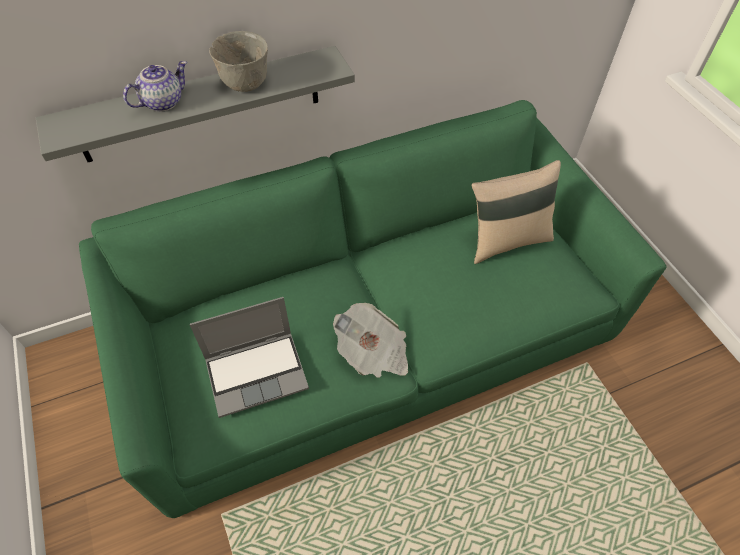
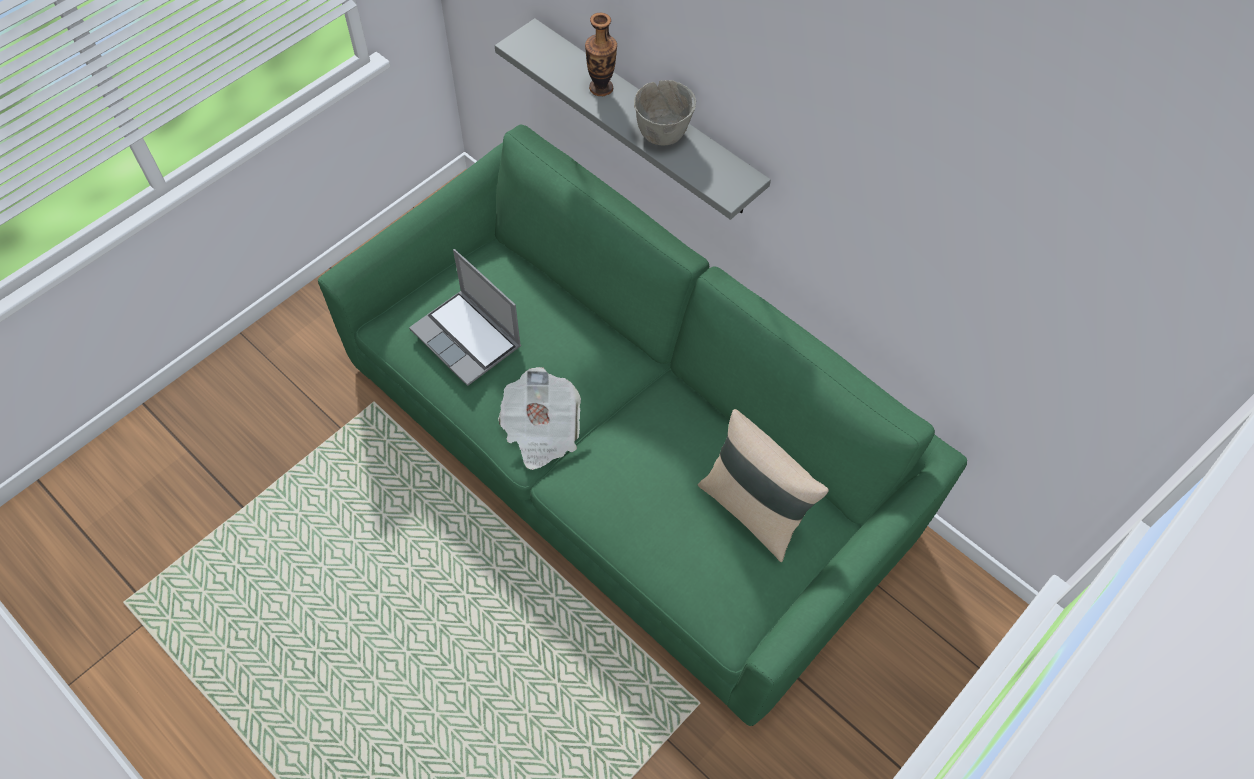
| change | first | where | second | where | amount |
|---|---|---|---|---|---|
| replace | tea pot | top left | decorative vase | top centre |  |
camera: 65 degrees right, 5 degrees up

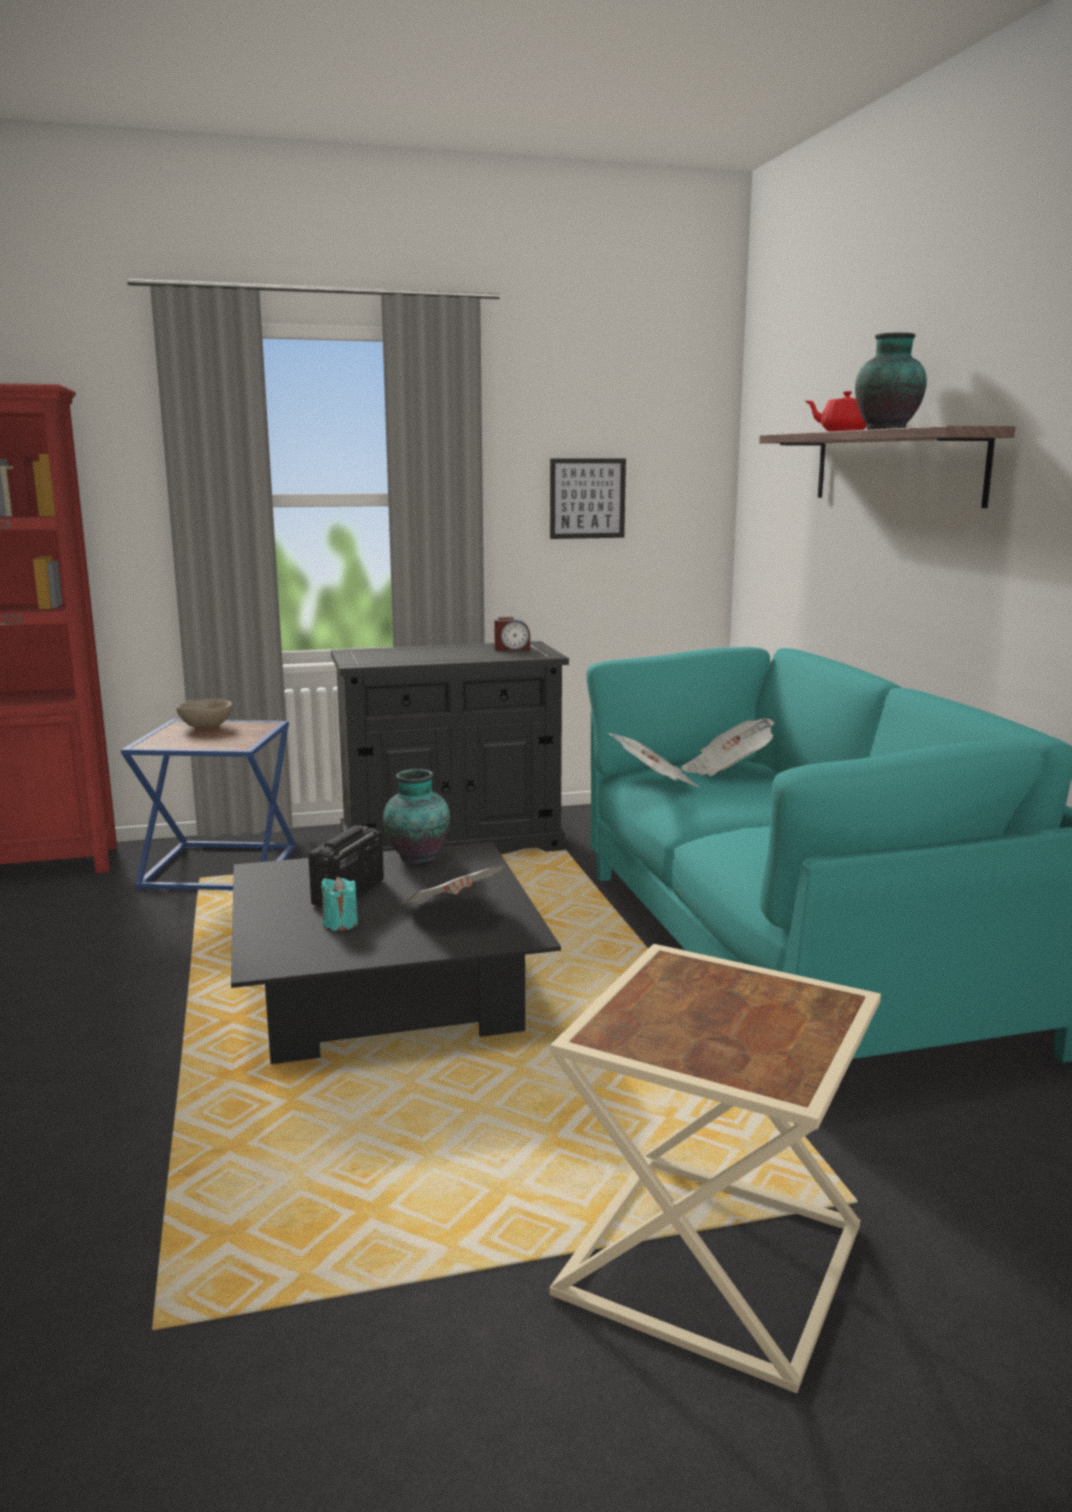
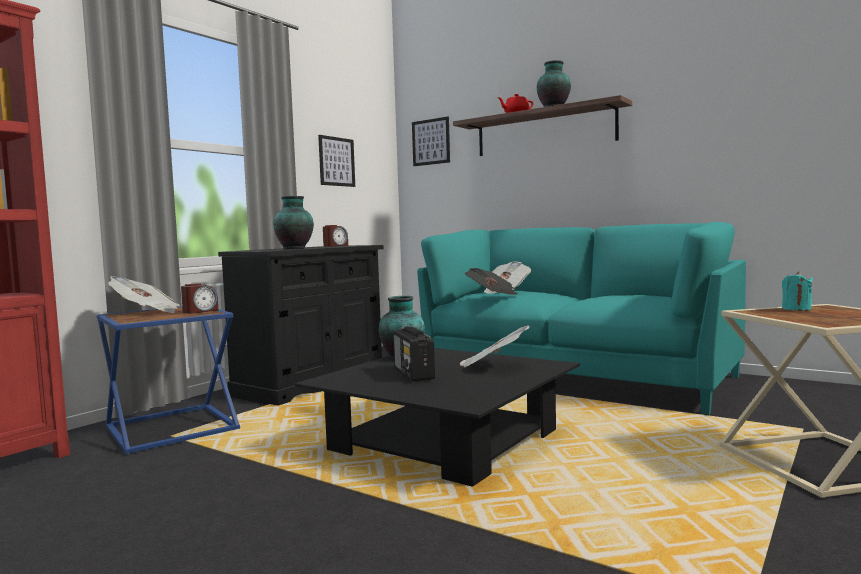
| change | first | where | second | where | amount |
|---|---|---|---|---|---|
| insert |  |  | bedside clock (1st from left) | middle left |  |
| insert |  |  | decorative vase (1st from left) | centre |  |
| insert |  |  | wall art (2nd from left) | top centre |  |
| move | turquoise-coloured wax candle | middle left |  | middle right |  |
| replace | sand-coloured bowl | middle left | newspaper (1st from left) | middle left |  |
camera: 40 degrees left, 10 degrees down

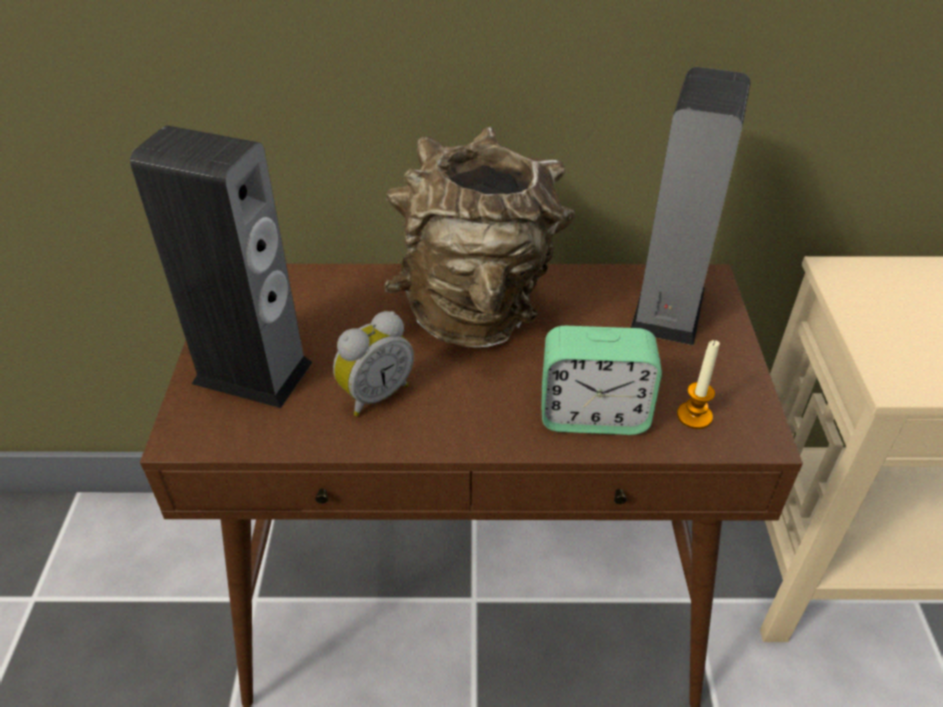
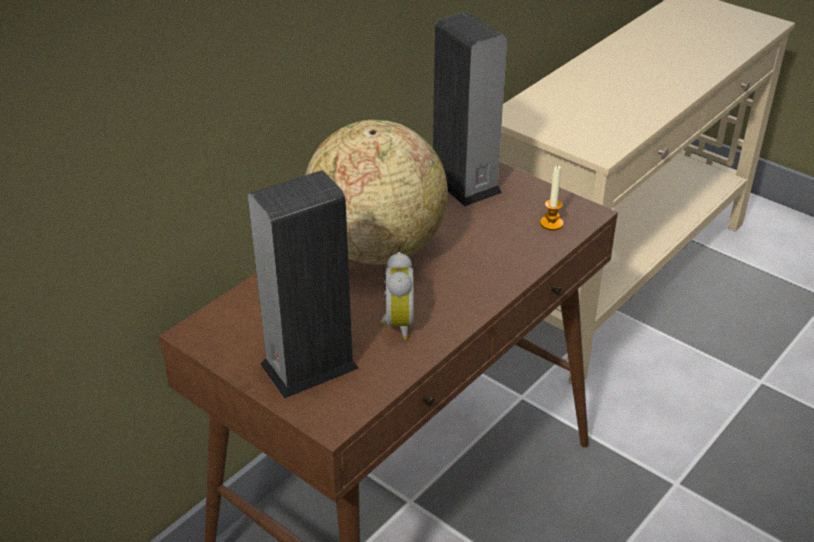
| change | first | where | second | where | amount |
|---|---|---|---|---|---|
| delete | bedside clock (2nd from left) | centre |  |  |  |
| replace | brown-coloured decorative vase | centre | desk globe | centre |  |
camera: 50 degrees left, 5 degrees down

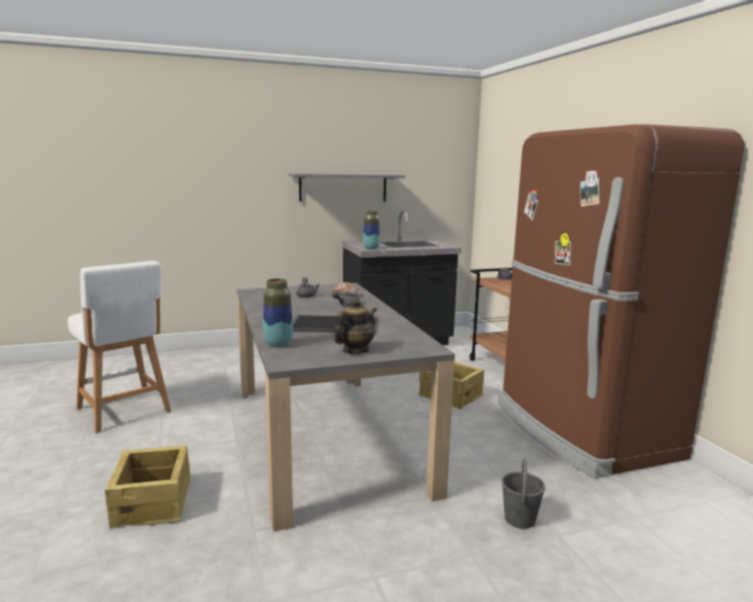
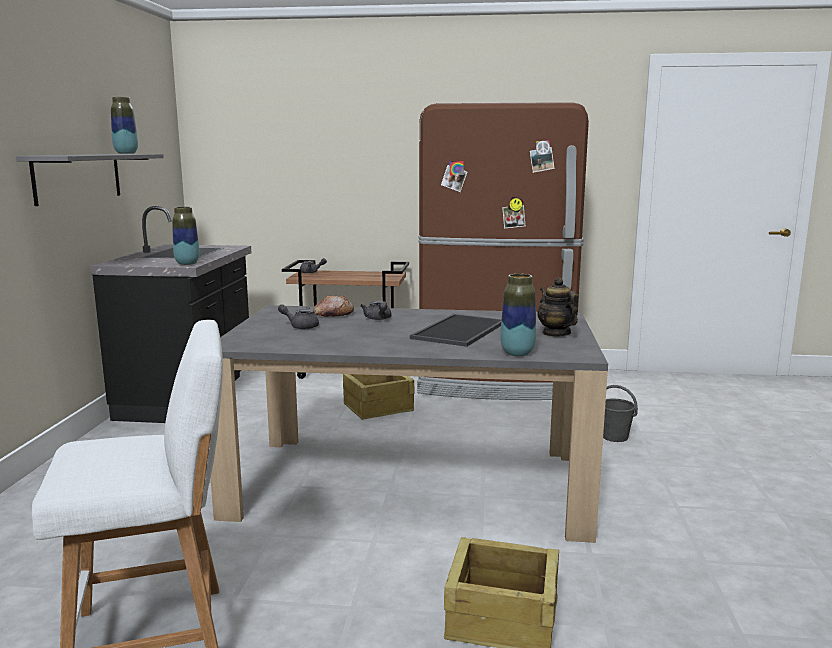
| change | first | where | second | where | amount |
|---|---|---|---|---|---|
| insert |  |  | decorative vase (1st from left) | top left |  |
camera: 65 degrees left, 0 degrees up

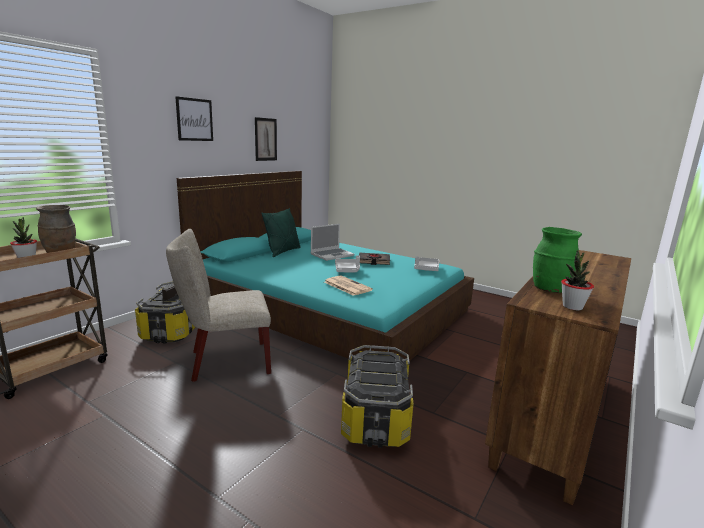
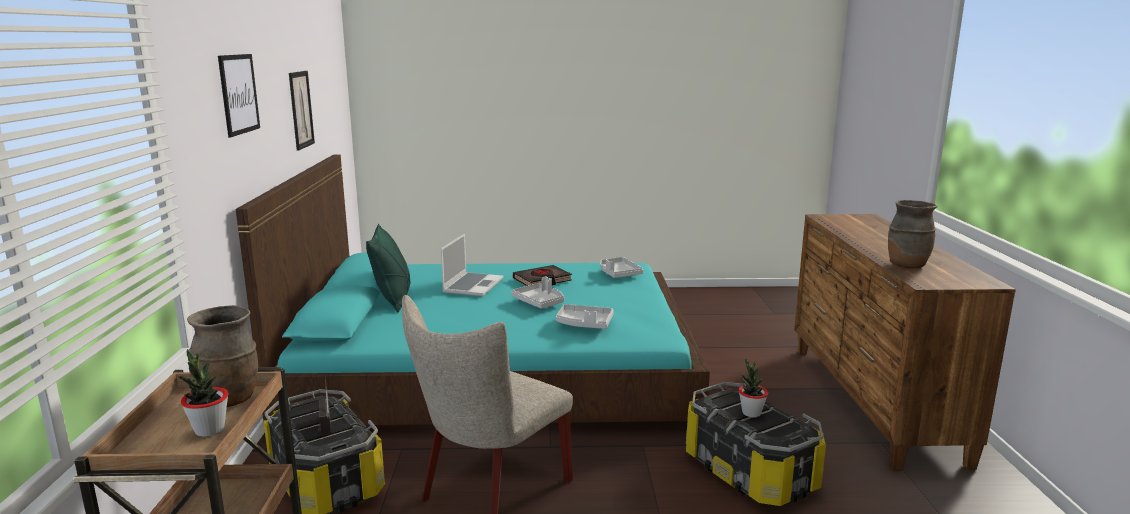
| change | first | where | second | where | amount |
|---|---|---|---|---|---|
| move | houseplant (2nd from left) | middle right |  | bottom centre |  |
| replace | newspaper | centre | greyish serving tray (2nd from left) | centre |  |
| recolor | green-coloured decorative vase | middle right | brown-coloured decorative vase (2nd from left) | middle right |  |
camera: 35 degrees left, 0 degrees up

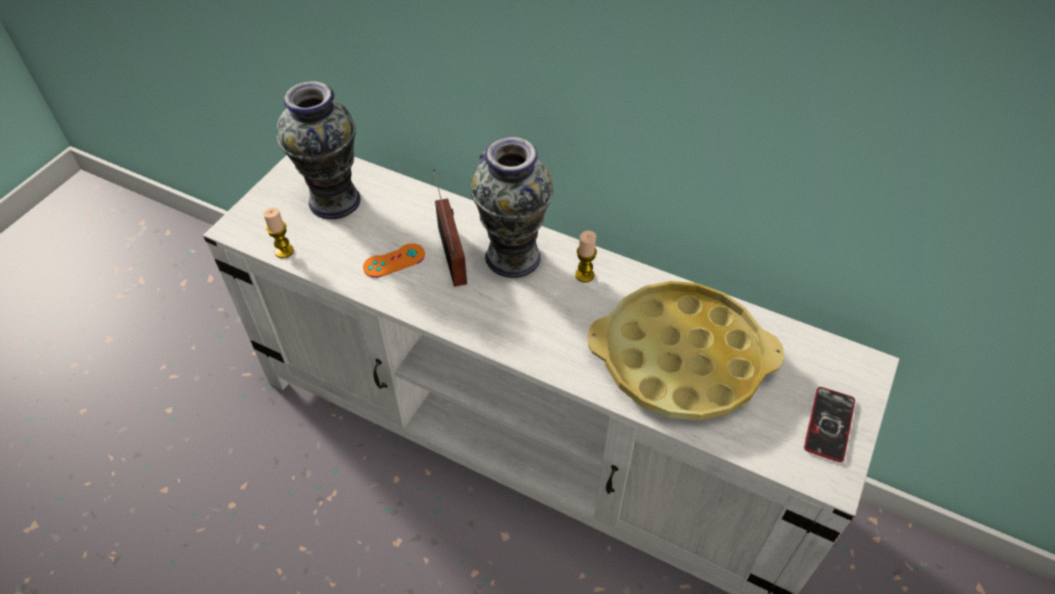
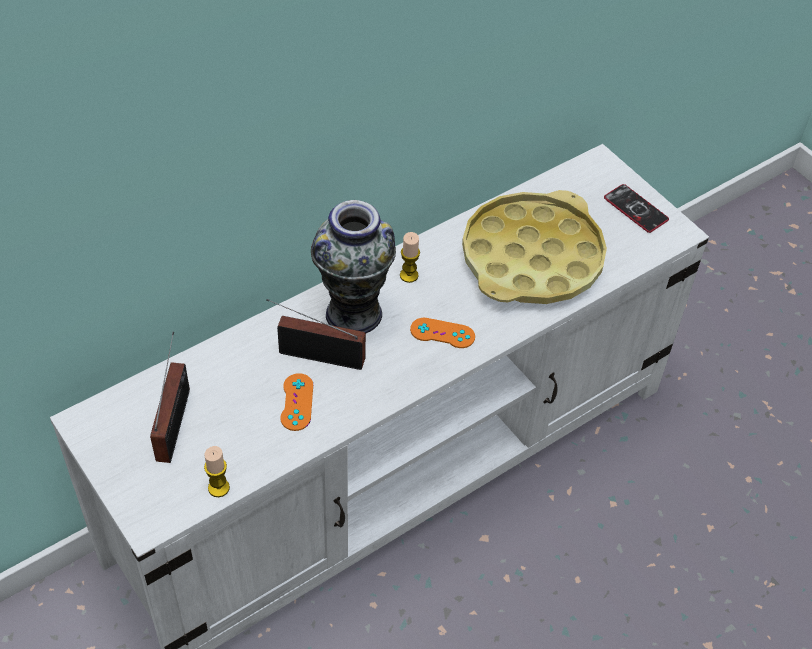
| change | first | where | second | where | amount |
|---|---|---|---|---|---|
| insert |  |  | orange-coloured game controller (2nd from left) | centre |  |
| replace | decorative vase (1st from left) | top left | radio (1st from left) | middle left |  |
camera: 65 degrees left, 0 degrees up

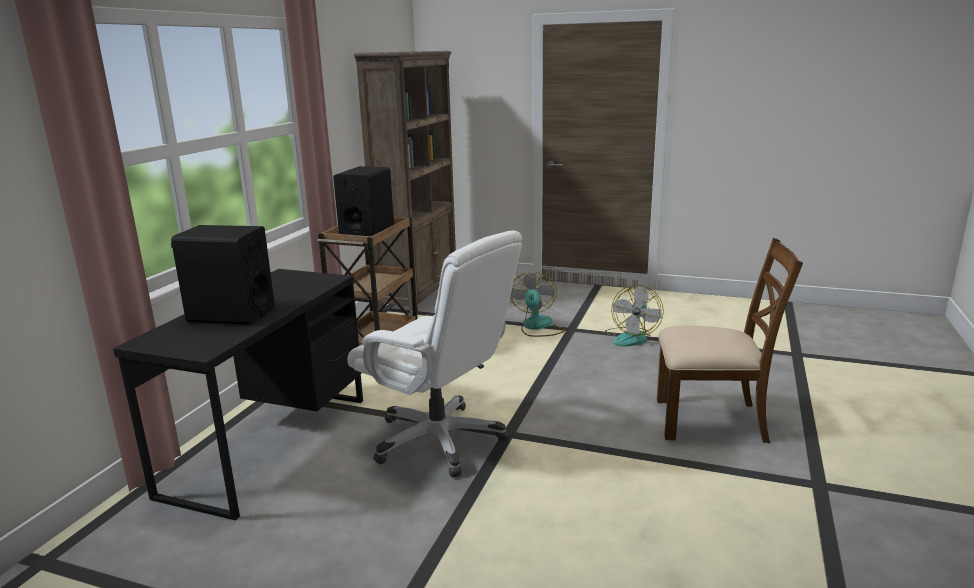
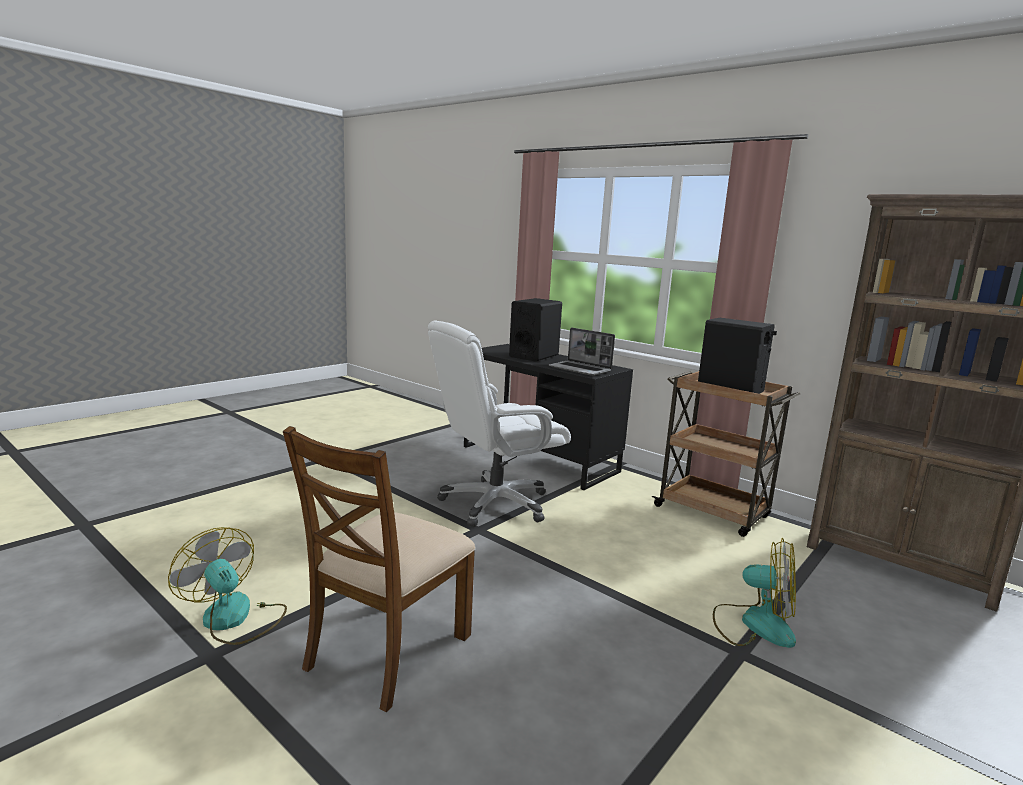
| change | first | where | second | where | amount |
|---|---|---|---|---|---|
| insert |  |  | notebook computer | centre |  |
| move | electric fan (2nd from left in the first image) | centre | electric fan (1st from left) | bottom left |  |
camera: 110 degrees right, 5 degrees down

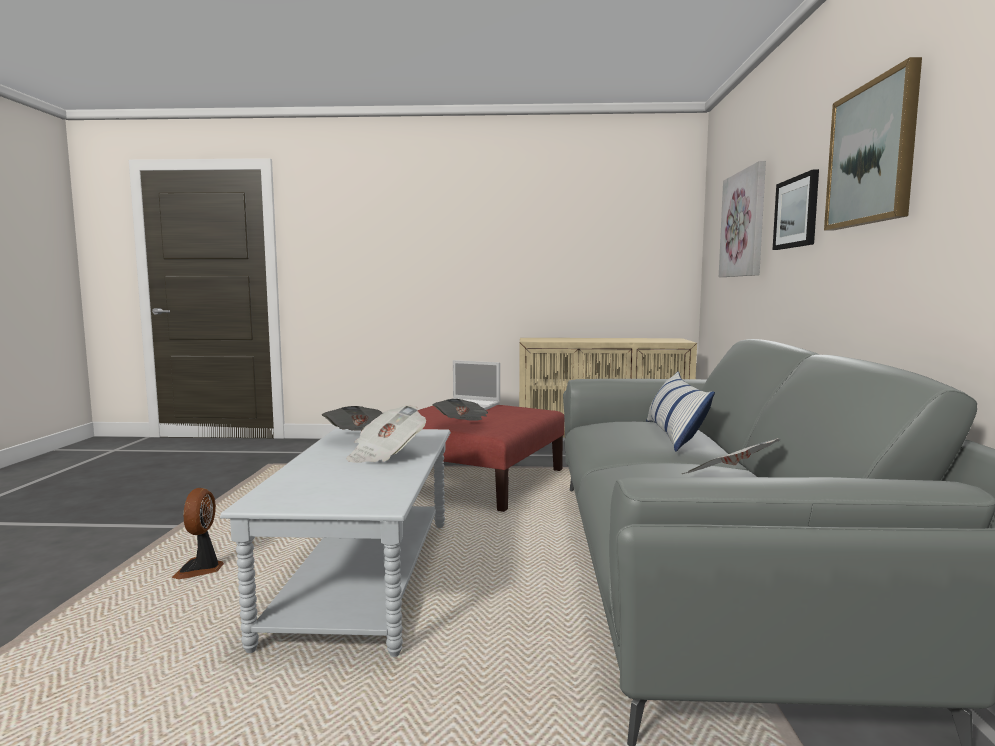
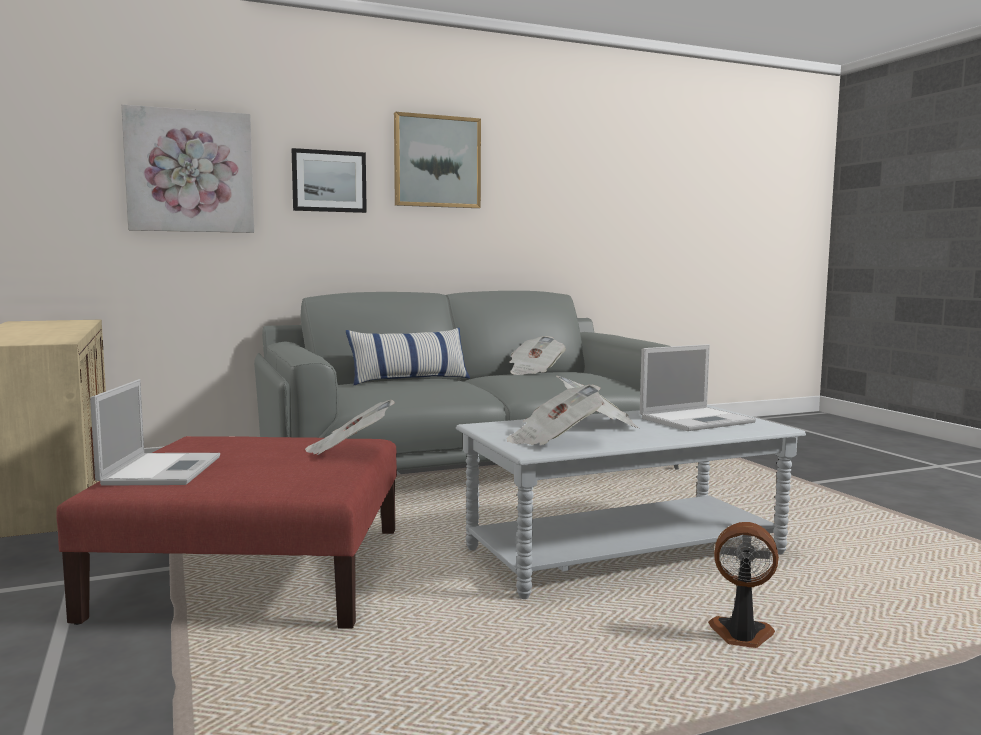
| change | first | where | second | where | amount |
|---|---|---|---|---|---|
| insert |  |  | notebook computer (2nd from left) | middle right |  |
| rotate | electric fan | bottom left |  | bottom right | 135 degrees counterclockwise |
camera: 115 degrees left, 0 degrees up

